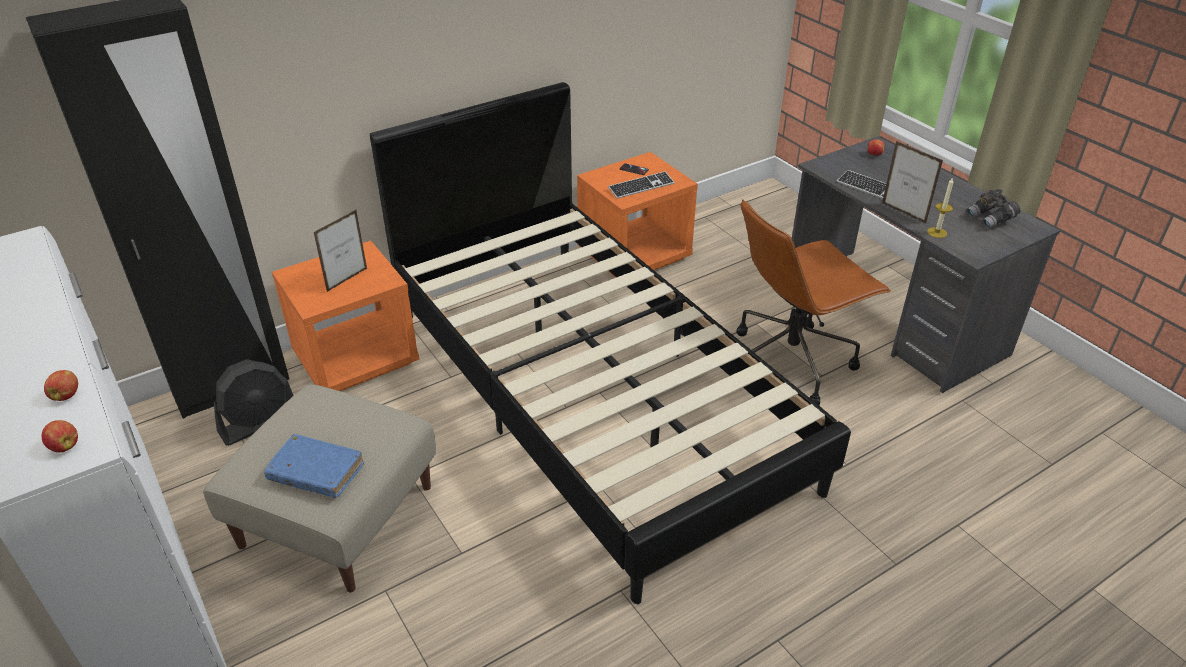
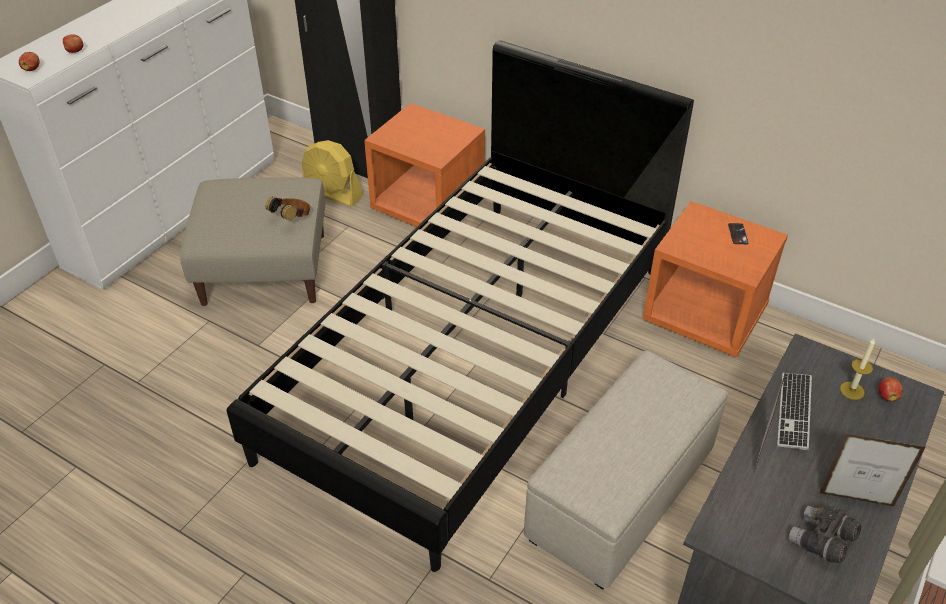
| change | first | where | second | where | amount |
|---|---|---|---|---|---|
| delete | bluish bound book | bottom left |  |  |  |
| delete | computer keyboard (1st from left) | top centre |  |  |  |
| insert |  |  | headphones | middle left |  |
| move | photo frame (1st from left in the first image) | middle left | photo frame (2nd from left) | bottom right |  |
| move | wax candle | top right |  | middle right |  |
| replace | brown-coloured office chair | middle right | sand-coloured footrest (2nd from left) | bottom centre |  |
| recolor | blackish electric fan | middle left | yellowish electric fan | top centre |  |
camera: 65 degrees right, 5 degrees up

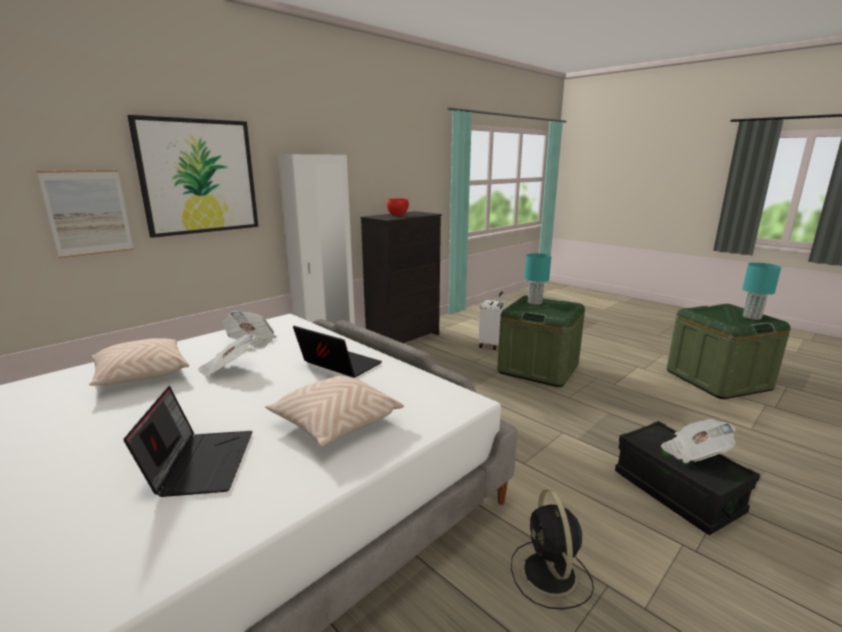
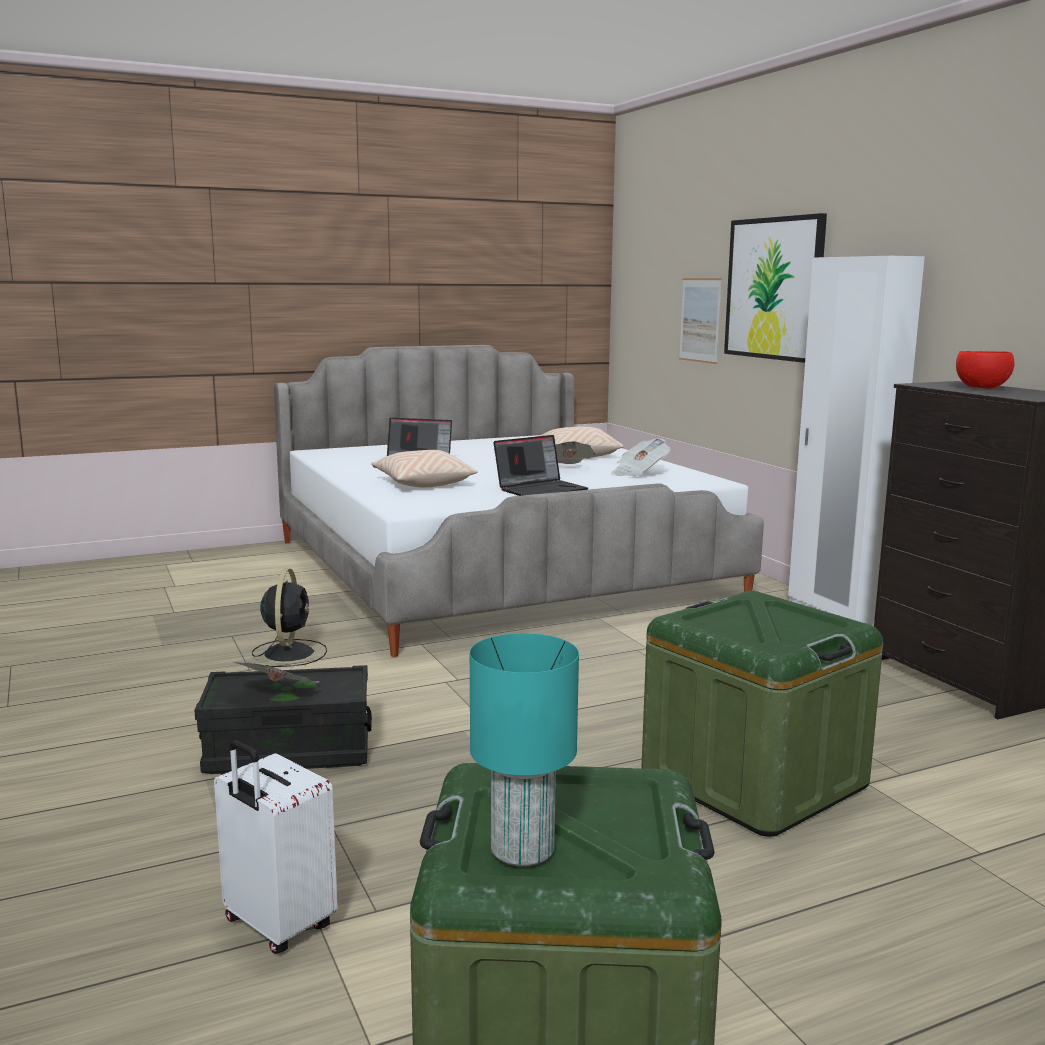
| change | first | where | second | where | amount |
|---|---|---|---|---|---|
| delete | turquoise-coloured tabletop lamp (1st from left) | centre |  |  |  |
| move | white-coloured piece of luggage | centre |  | bottom left |  |
| rotate | blackish electric fan | bottom centre |  | middle left | 75 degrees clockwise |
camera: 110 degrees right, 5 degrees down

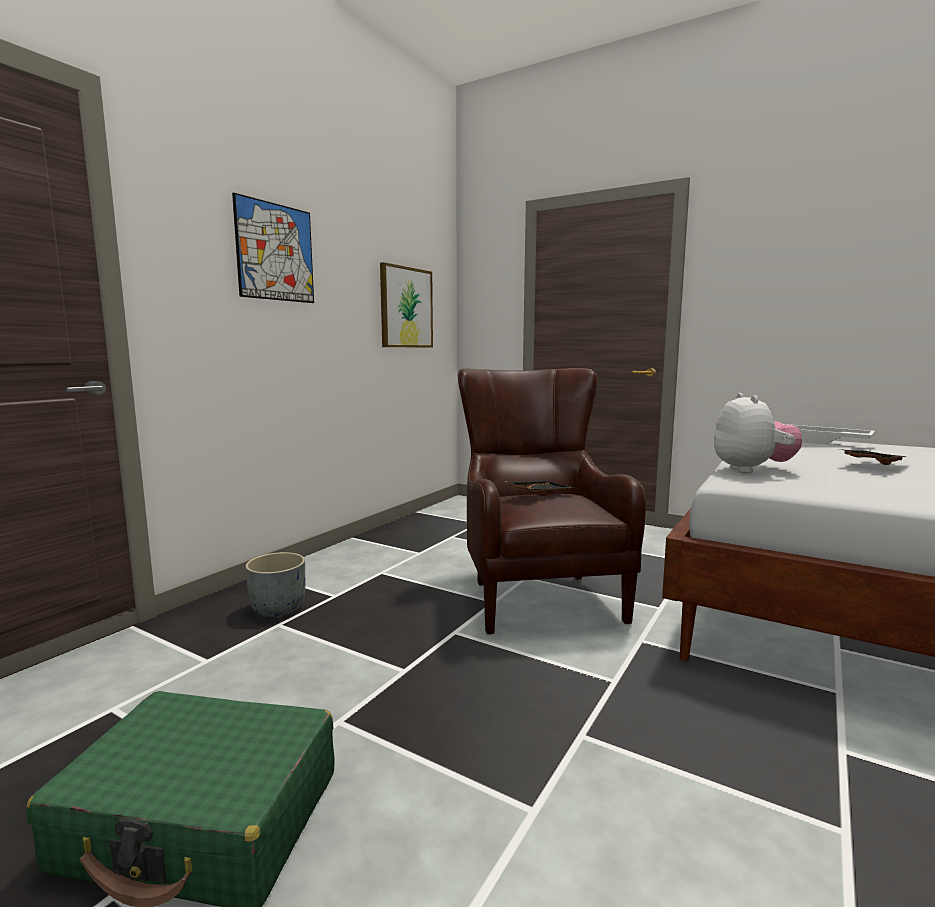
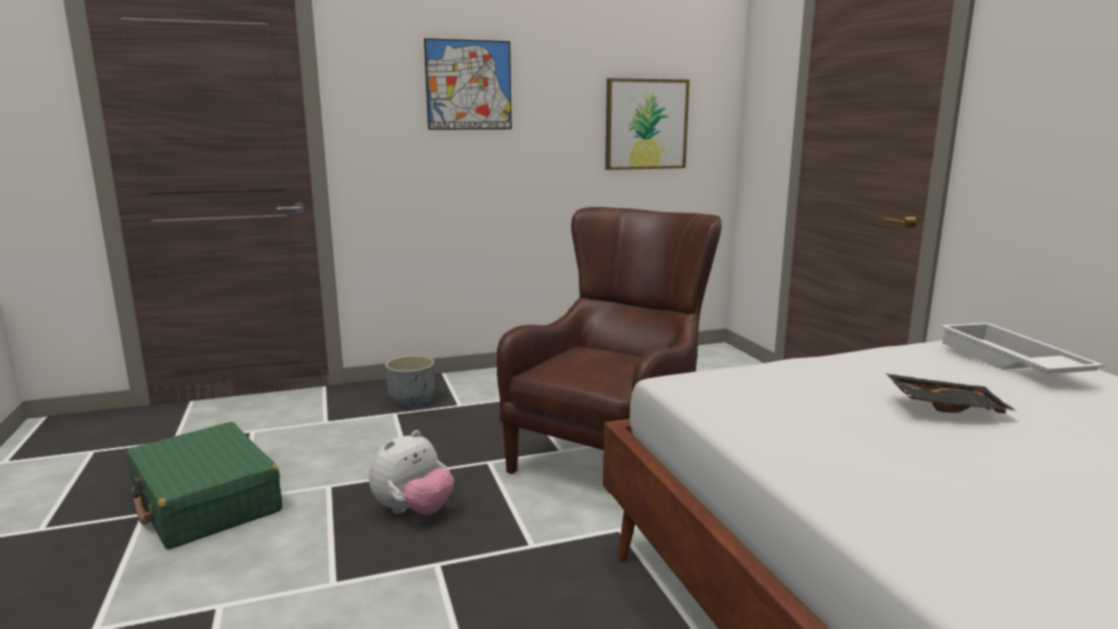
| change | first | where | second | where | amount |
|---|---|---|---|---|---|
| delete | blackish serving tray (1st from left) | centre |  |  |  |
| move | plush toy | middle right |  | bottom centre |  |
camera: 40 degrees right, 5 degrees up

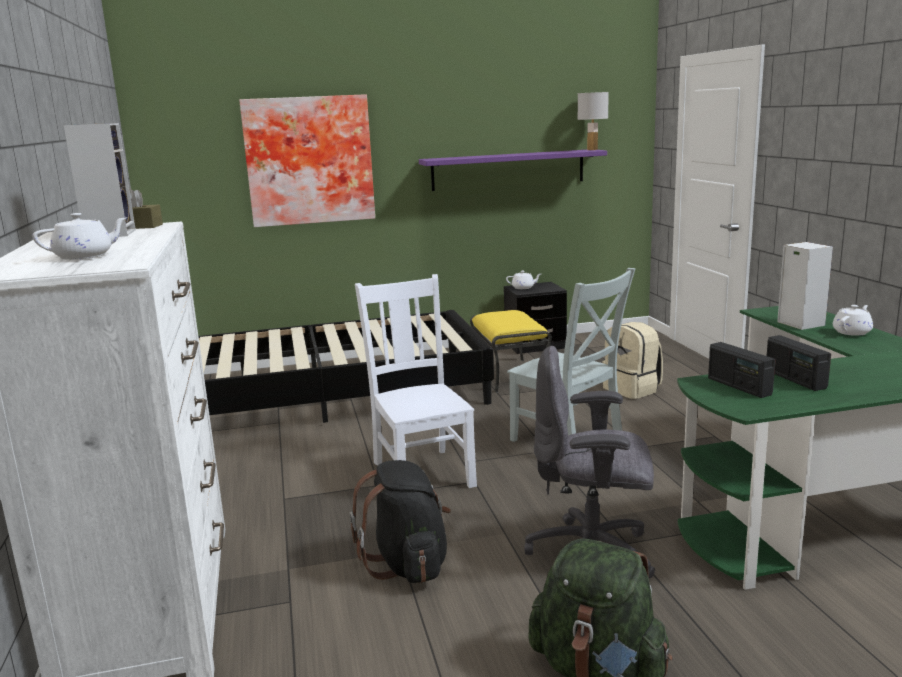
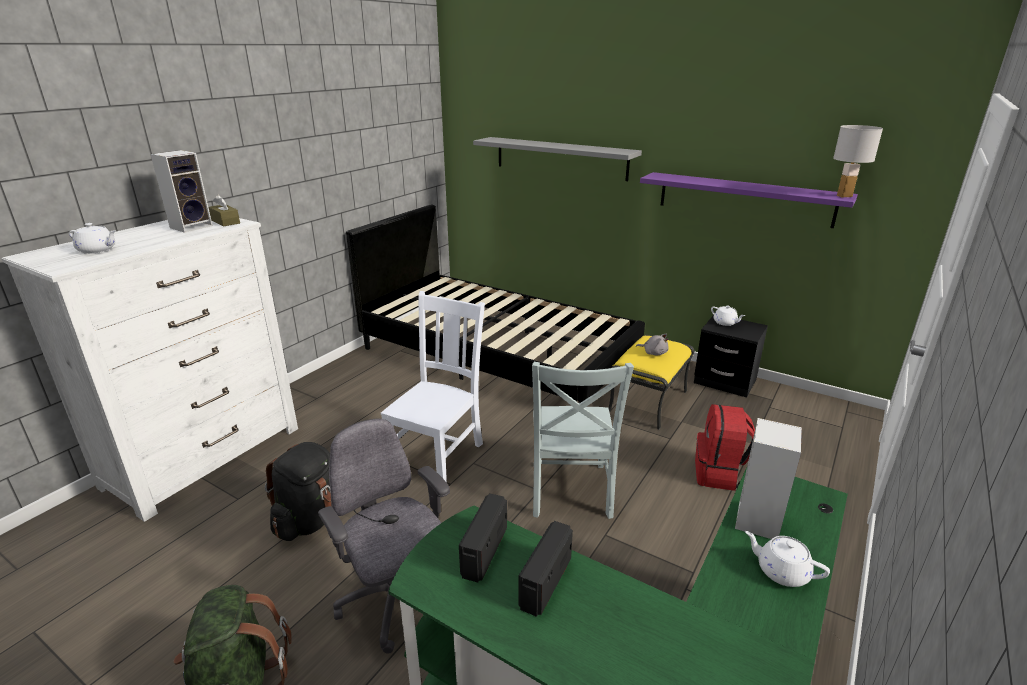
| change | first | where | second | where | amount |
|---|---|---|---|---|---|
| insert |  |  | greyish plush toy | centre |  |
| replace | wall art | top centre | greyish bracket shelf | top centre |  |
| recolor | sand-coloured backpack | middle right | red-coloured backpack | middle right |  |
| rotate | white-coloured tea pot (3rd from left) | middle right |  | bottom right | 150 degrees counterclockwise |
camera: 45 degrees right, 10 degrees up

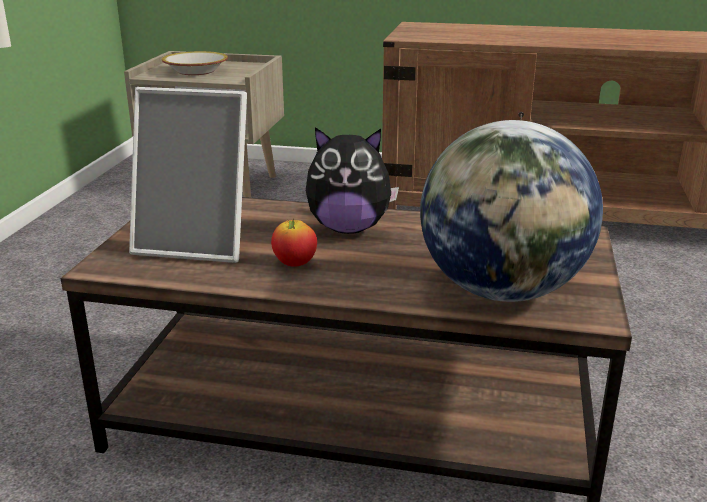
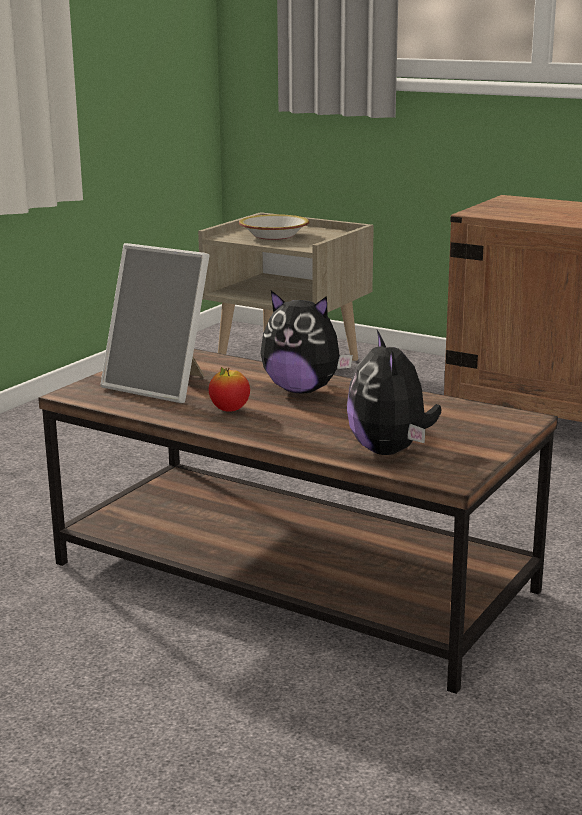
| change | first | where | second | where | amount |
|---|---|---|---|---|---|
| replace | desk globe | middle right | plush toy (2nd from left) | middle right |  |
camera: 20 degrees right, 5 degrees down

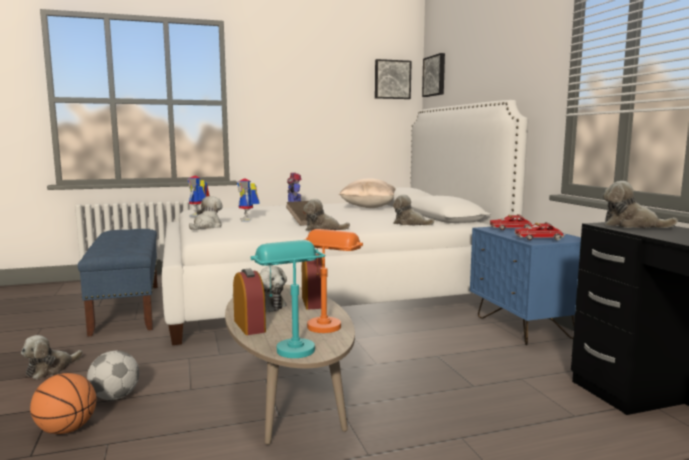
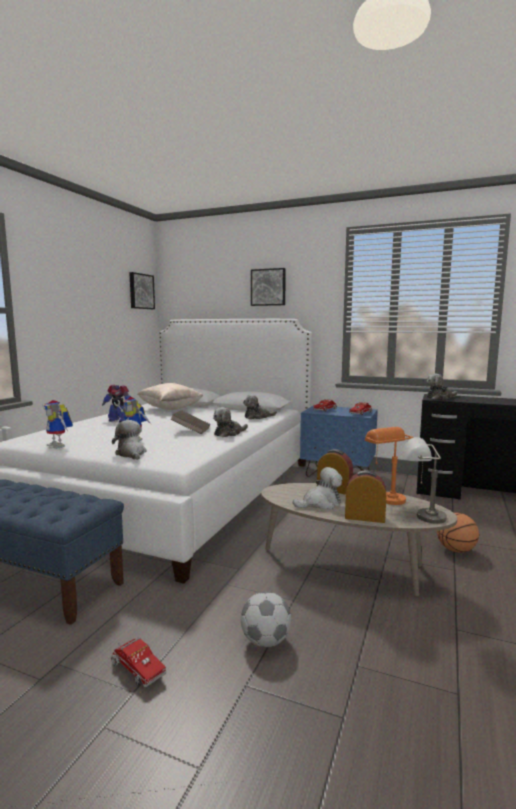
| change | first | where | second | where | amount |
|---|---|---|---|---|---|
| move | basketball | bottom left |  | middle right |  |
| move | wall art (2nd from left) | top centre |  | centre |  |
| replace | plush toy (1st from left) | bottom left | toy lorry (1st from left) | bottom left |  |
| recolor | turquoise-coloured tabletop lamp | centre | greyish tabletop lamp | middle right |  |
camera: 50 degrees left, 0 degrees up

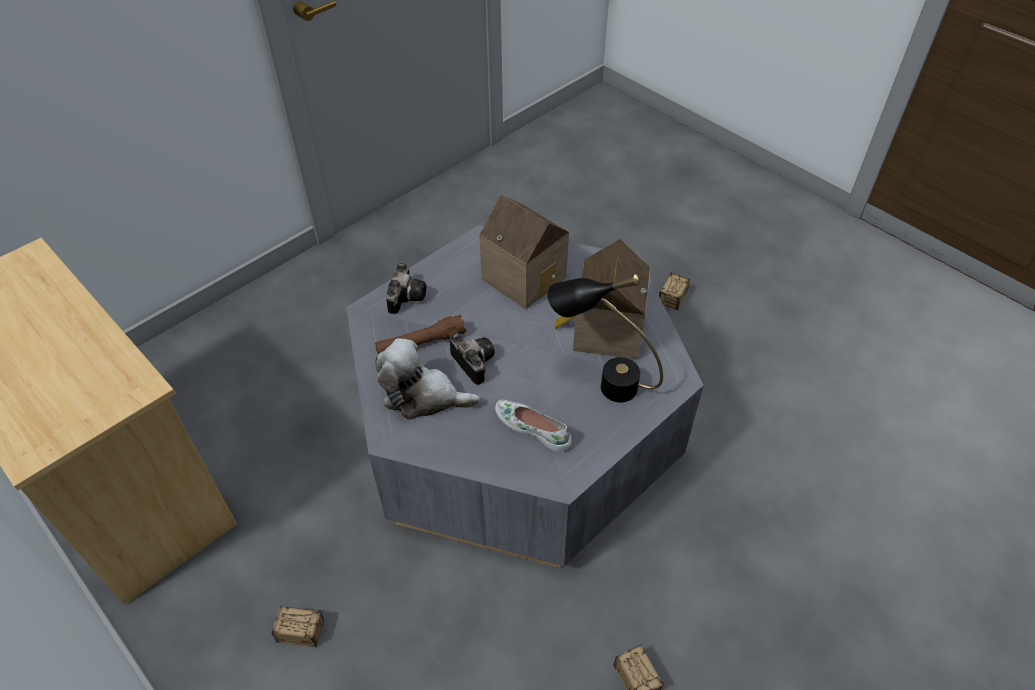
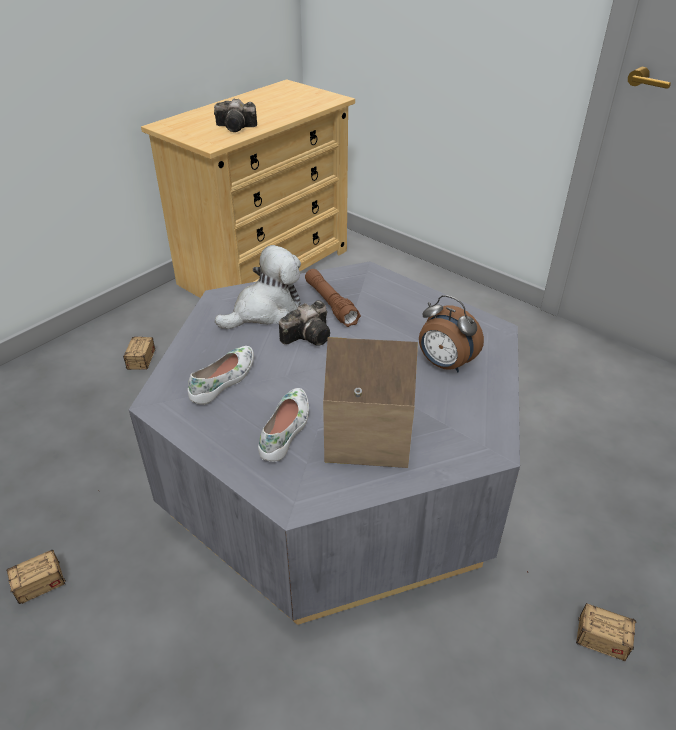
| change | first | where | second | where | amount |
|---|---|---|---|---|---|
| move | still camera (1st from left) | centre |  | top centre |  |
| replace | miniature house (1st from left) | centre | bedside clock | middle right |  |
| replace | blackish tabletop lamp | centre | white-coloured shoe (2nd from left) | centre |  |
| rotate | plush toy | centre |  | centre | 45 degrees clockwise |
camera: 85 degrees right, 10 degrees down

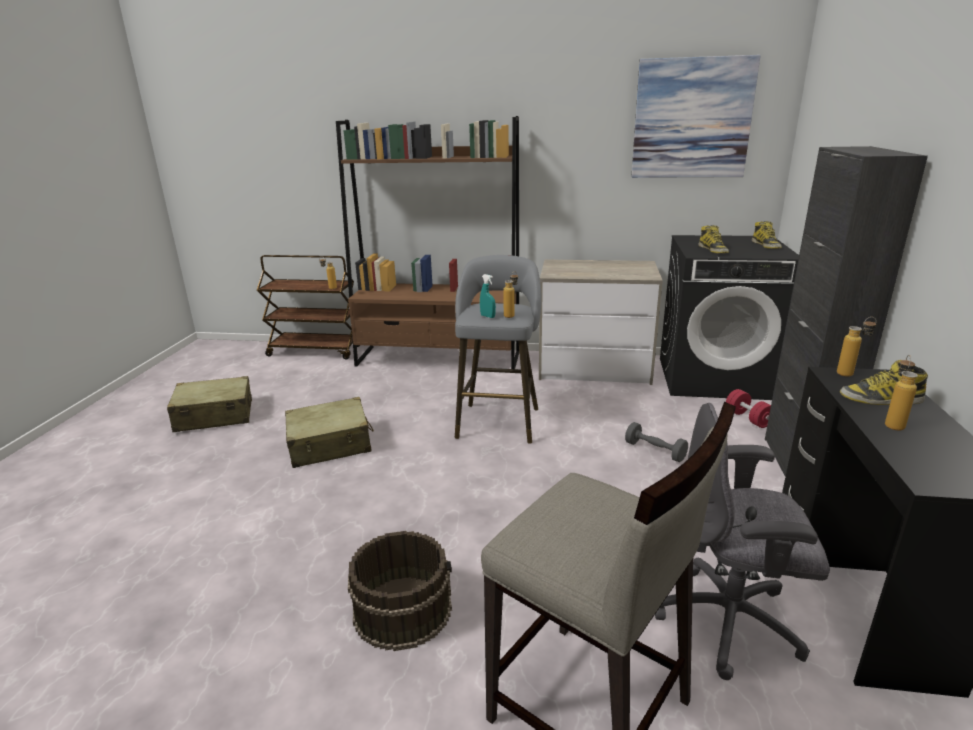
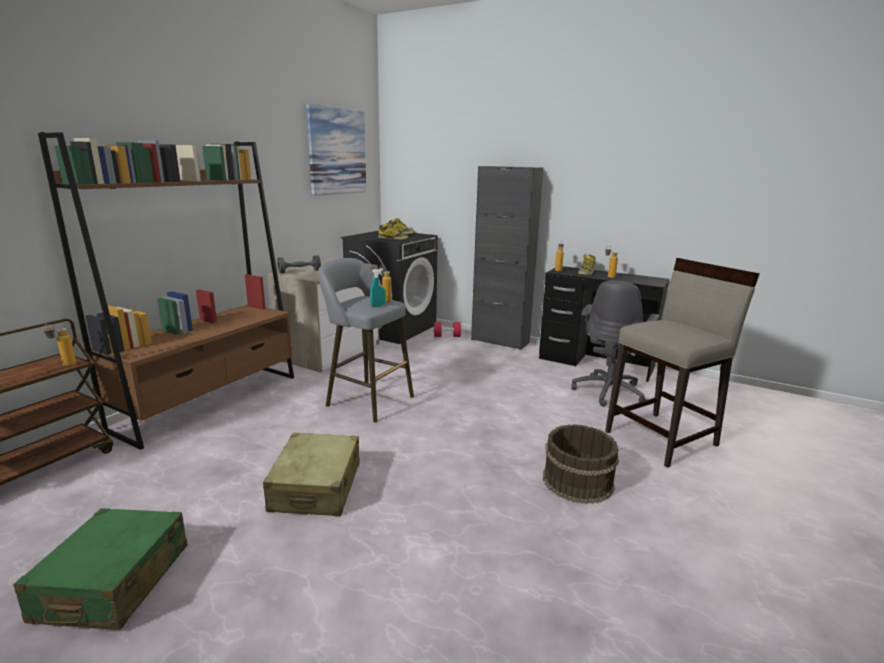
| change | first | where | second | where | amount |
|---|---|---|---|---|---|
| move | greyish free weight | middle right |  | centre |  |
| recolor | sand-coloured piece of luggage (1st from left) | middle left | green-coloured piece of luggage | bottom left |  |
camera: 70 degrees left, 5 degrees down

